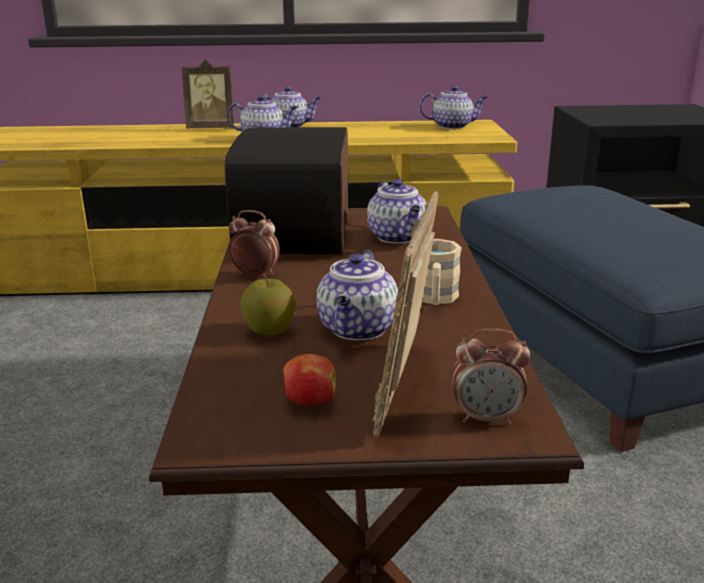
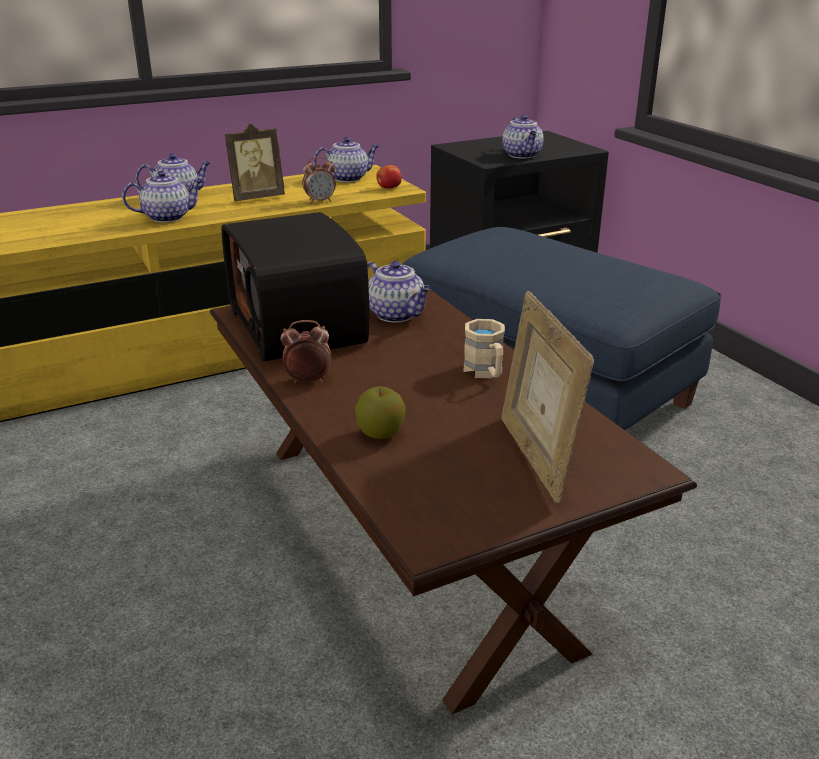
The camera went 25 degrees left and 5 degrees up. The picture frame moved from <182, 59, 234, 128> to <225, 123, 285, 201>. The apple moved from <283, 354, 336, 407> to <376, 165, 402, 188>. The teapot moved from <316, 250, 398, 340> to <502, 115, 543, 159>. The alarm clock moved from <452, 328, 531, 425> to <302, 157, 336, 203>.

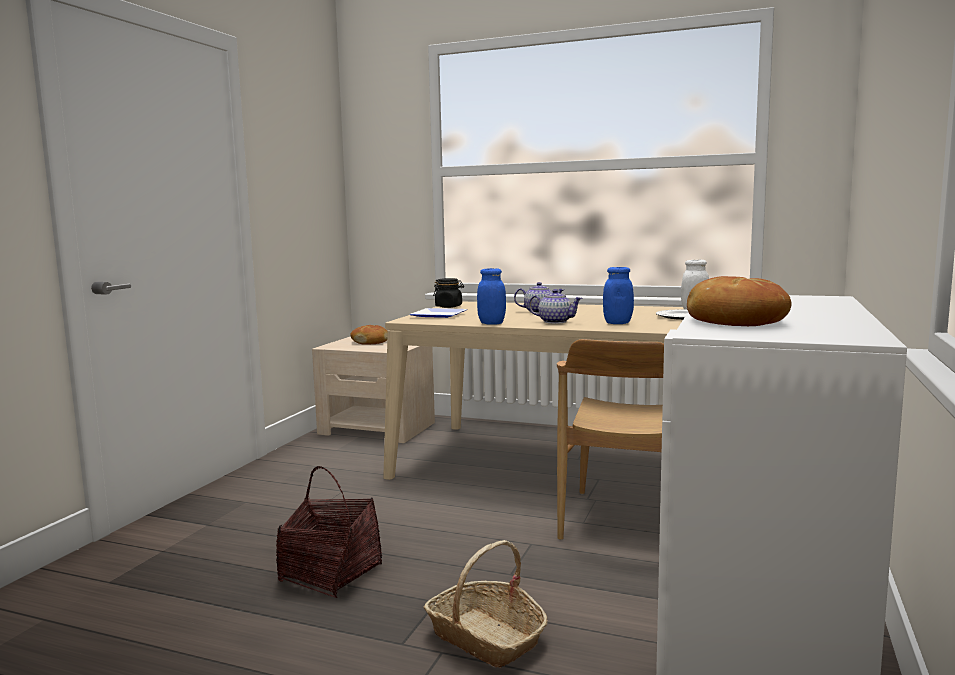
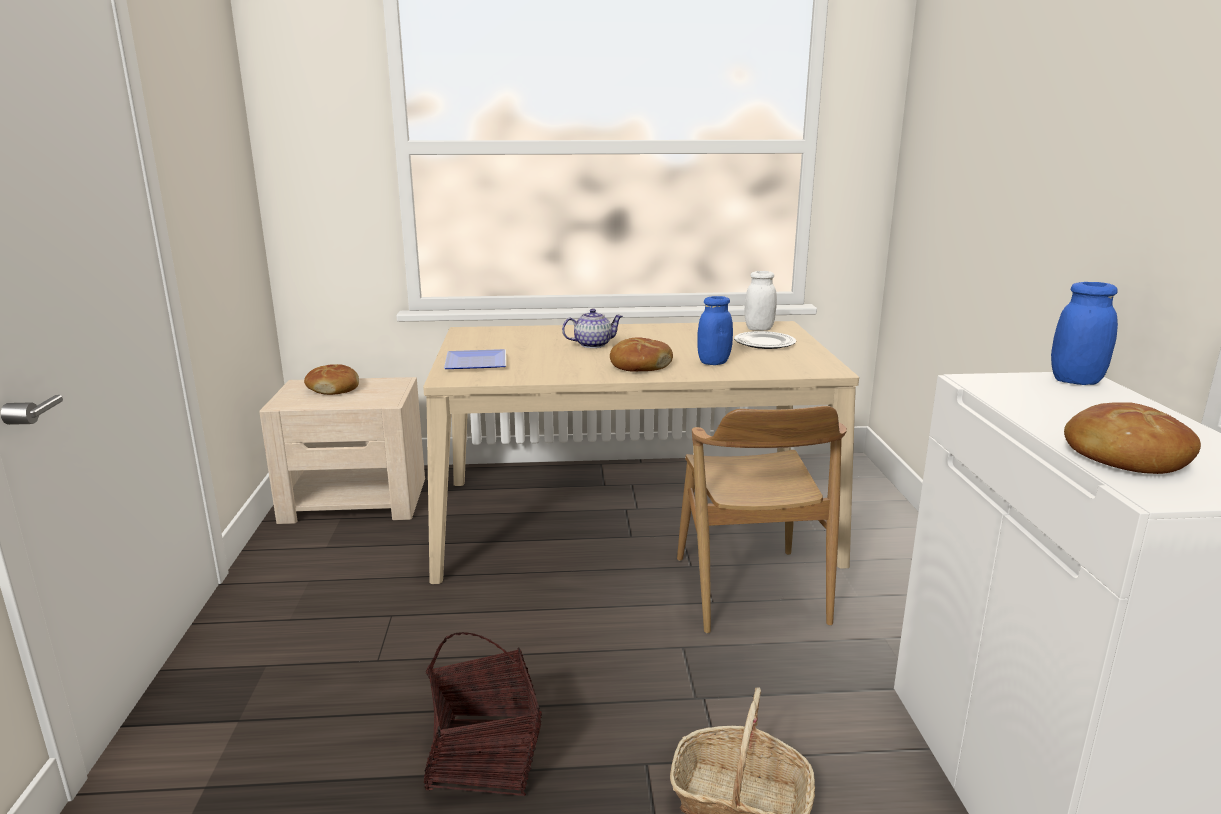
The camera went 25 degrees left and 10 degrees up. The jar (black) at <433, 278, 464, 308> disappeared. The jar (blue) moved from <477, 268, 506, 325> to <1051, 282, 1118, 385>. The teapot at <529, 289, 583, 324> was replaced by the bread at <610, 337, 673, 372>.

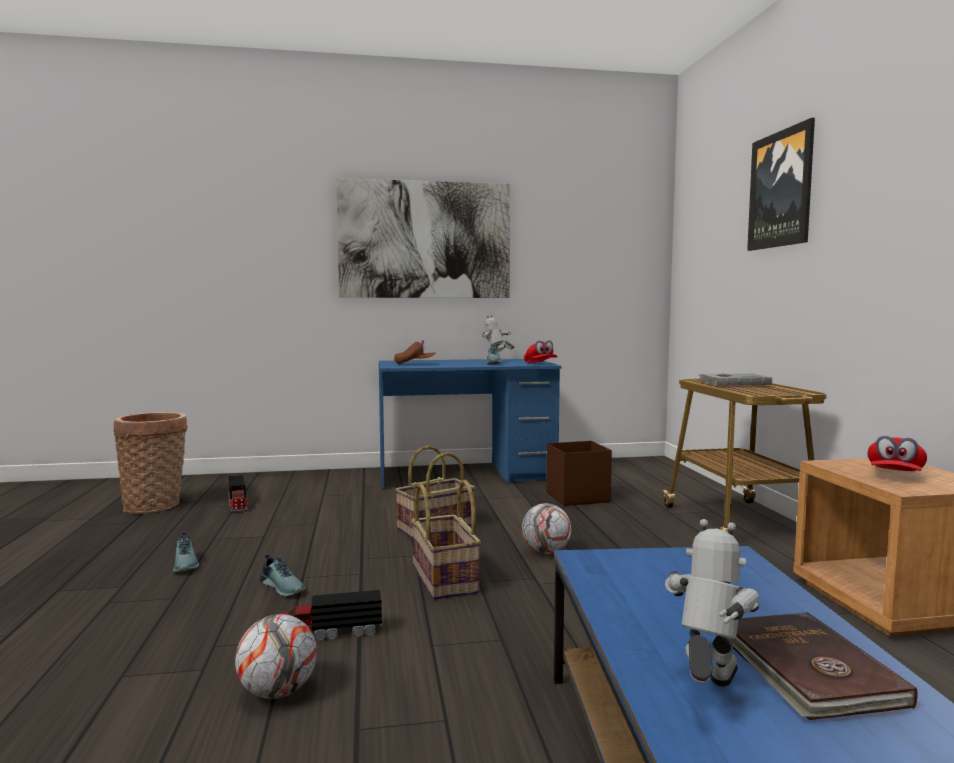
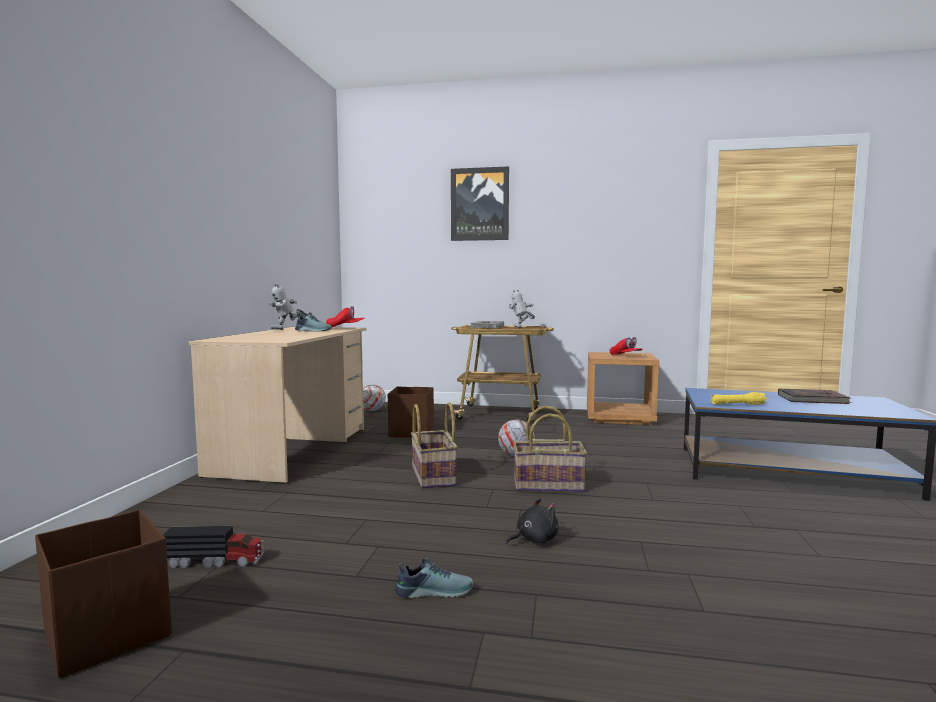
The camera went 70 degrees left and 0 degrees up. The toy truck at <279, 590, 382, 641> disappeared. The picture at <336, 178, 510, 298> disappeared. The cap (brown) at <394, 340, 436, 364> disappeared. The flashlight (yellow) at <711, 392, 766, 405> appeared. The football moved from <235, 614, 317, 699> to <363, 384, 386, 411>. The toy robot moved from <665, 519, 759, 687> to <509, 290, 535, 328>. The basket at <114, 412, 188, 514> was replaced by the storage box (brown) at <35, 510, 172, 679>. The shoe at <260, 554, 305, 596> was replaced by the plush toy (black) at <506, 499, 559, 544>. The desk (blue) at <379, 359, 562, 489> became the desk (beige) at <188, 327, 367, 484>.

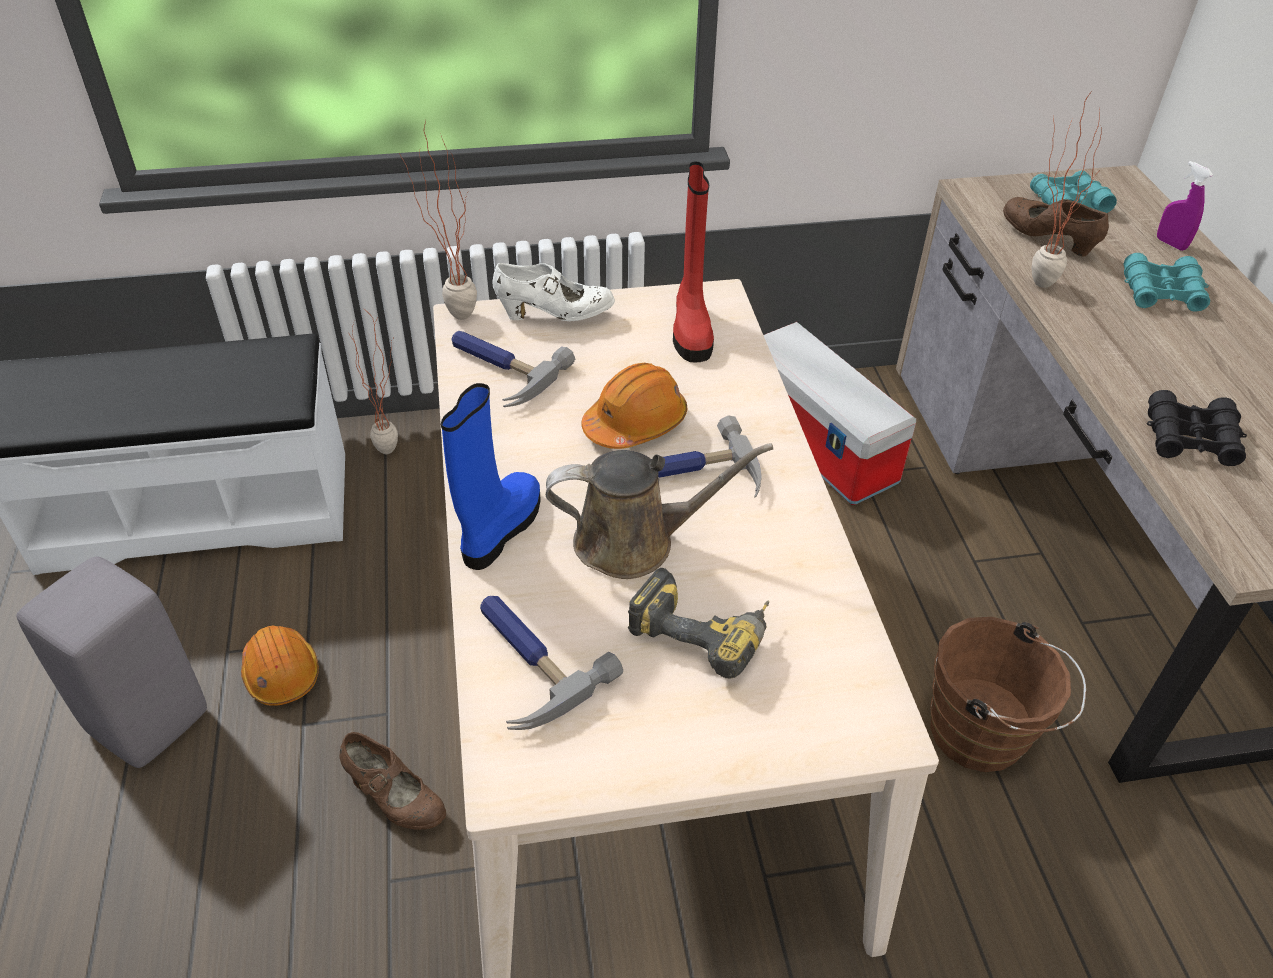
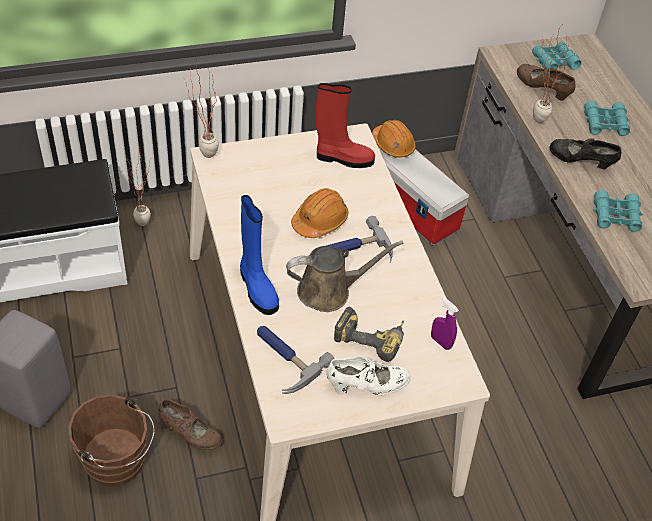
The camera went 10 degrees left and 5 degrees up. The hammer at <451, 331, 575, 407> disappeared. The shoe (black) at <549, 138, 621, 169> appeared. The hard hat (orange) moved from <241, 626, 319, 706> to <372, 120, 416, 158>. The shoe (white) moved from <493, 263, 615, 321> to <326, 356, 411, 396>. The bucket (brown) moved from <930, 617, 1086, 772> to <68, 394, 155, 487>. The spray bottle (purple) moved from <1157, 161, 1213, 251> to <431, 297, 459, 350>. The binoculars (black) at <1147, 390, 1247, 466> became the binoculars (turquoise) at <593, 190, 643, 232>. The boot (blue) at <441, 383, 541, 570> turned 135 degrees clockwise. The boot (red) at <673, 162, 714, 363> turned 75 degrees counterclockwise.

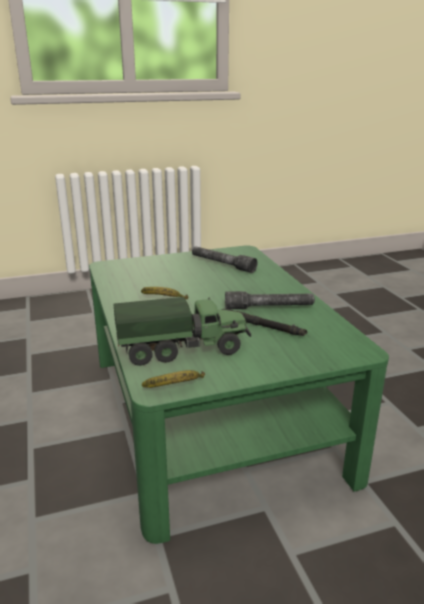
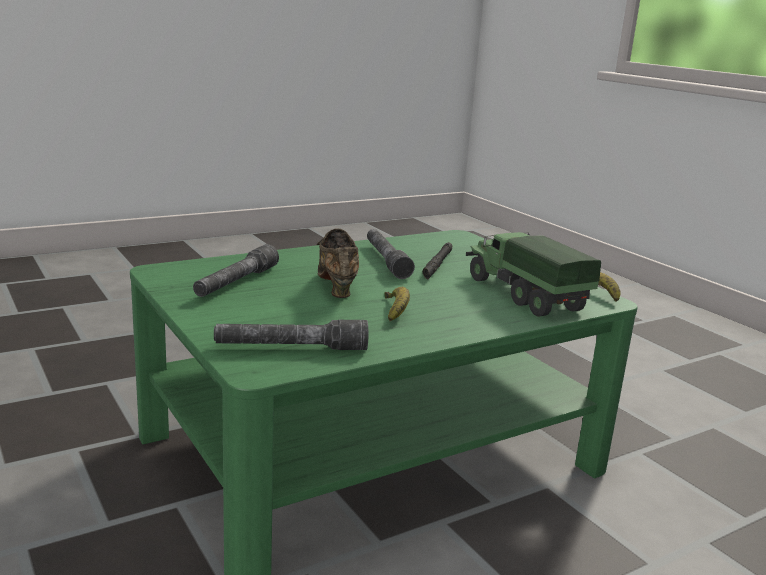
The camera went 105 degrees left and 5 degrees down. The flashlight (grey) at <214, 320, 368, 350> appeared. The shoe (brown) at <317, 228, 359, 298> appeared.

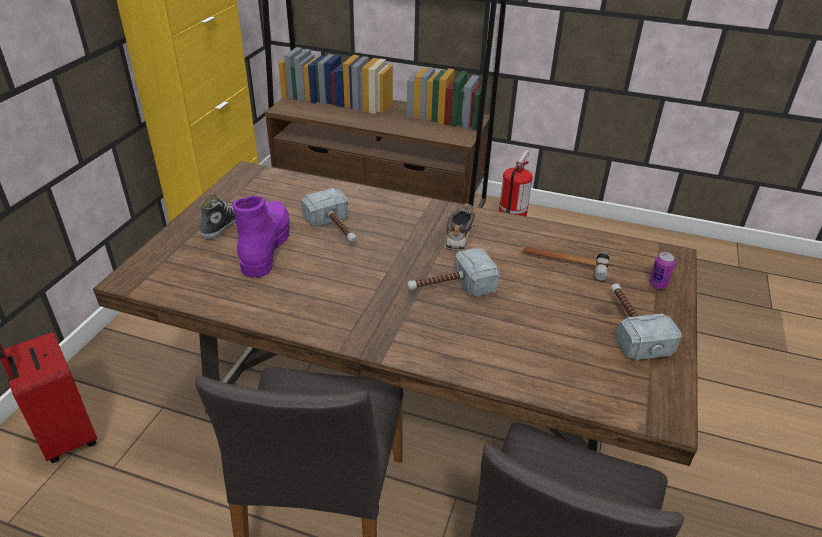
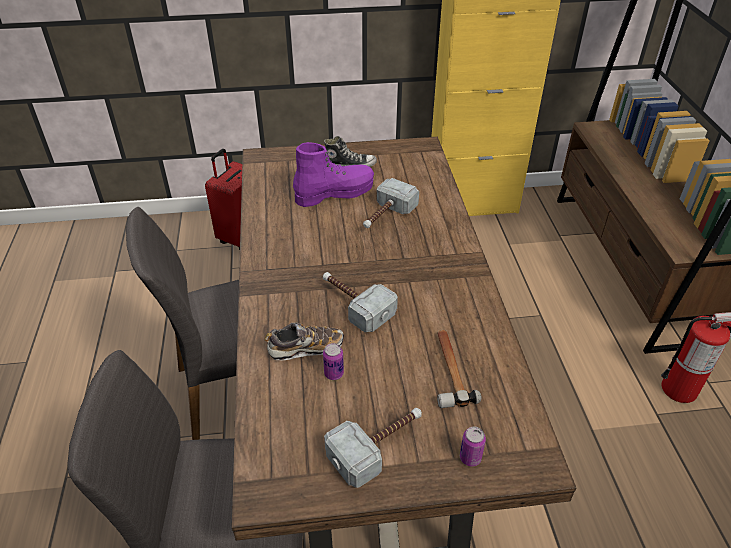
The camera went 65 degrees right and 5 degrees up. The can at <323, 343, 344, 380> appeared. The shoe moved from <445, 204, 475, 250> to <265, 322, 344, 360>.

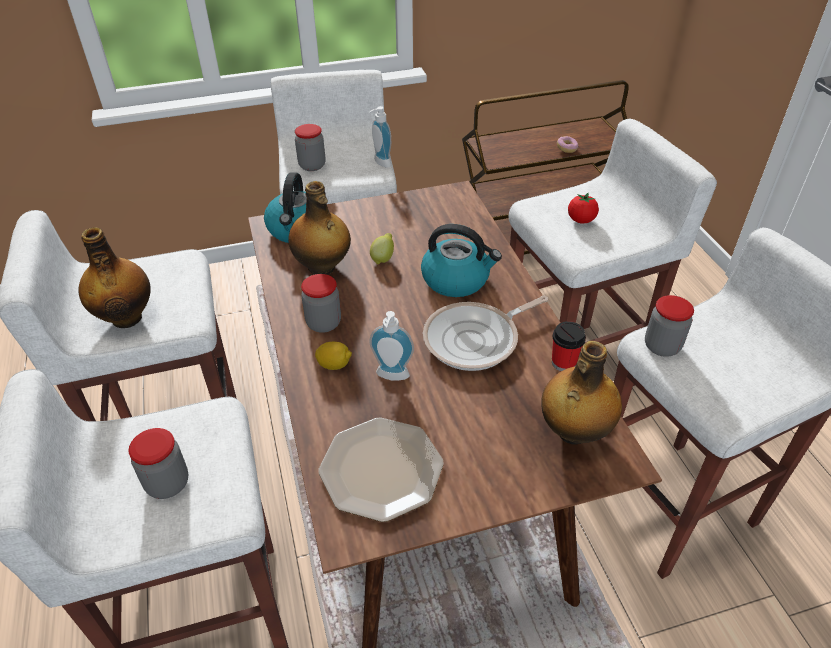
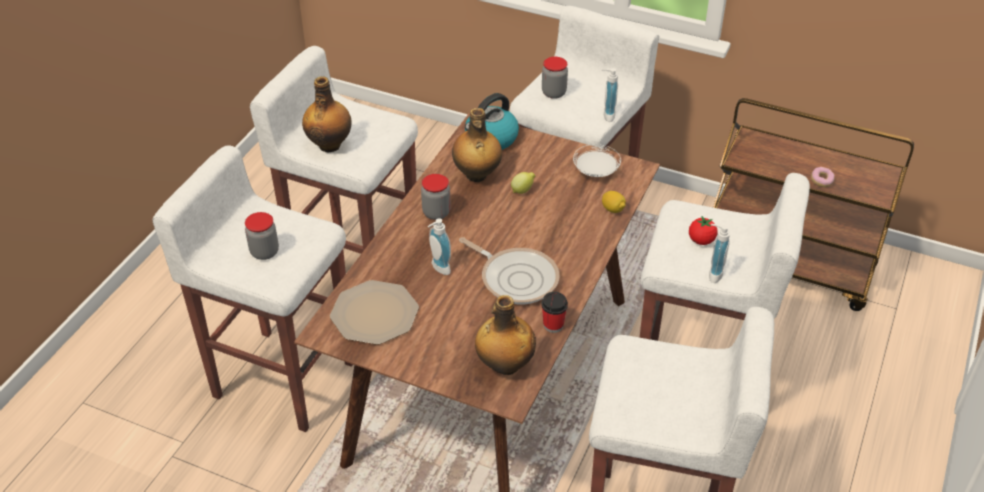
The camera went 40 degrees right and 0 degrees up. The kettle at <421, 224, 502, 297> disappeared. The jar at <645, 295, 694, 357> disappeared. The plate (white) at <573, 144, 621, 177> appeared. The soap dispenser at <709, 224, 730, 283> appeared. The lemon moved from <315, 342, 352, 370> to <602, 191, 626, 213>. The frying pan at <423, 296, 548, 371> turned 150 degrees counterclockwise.

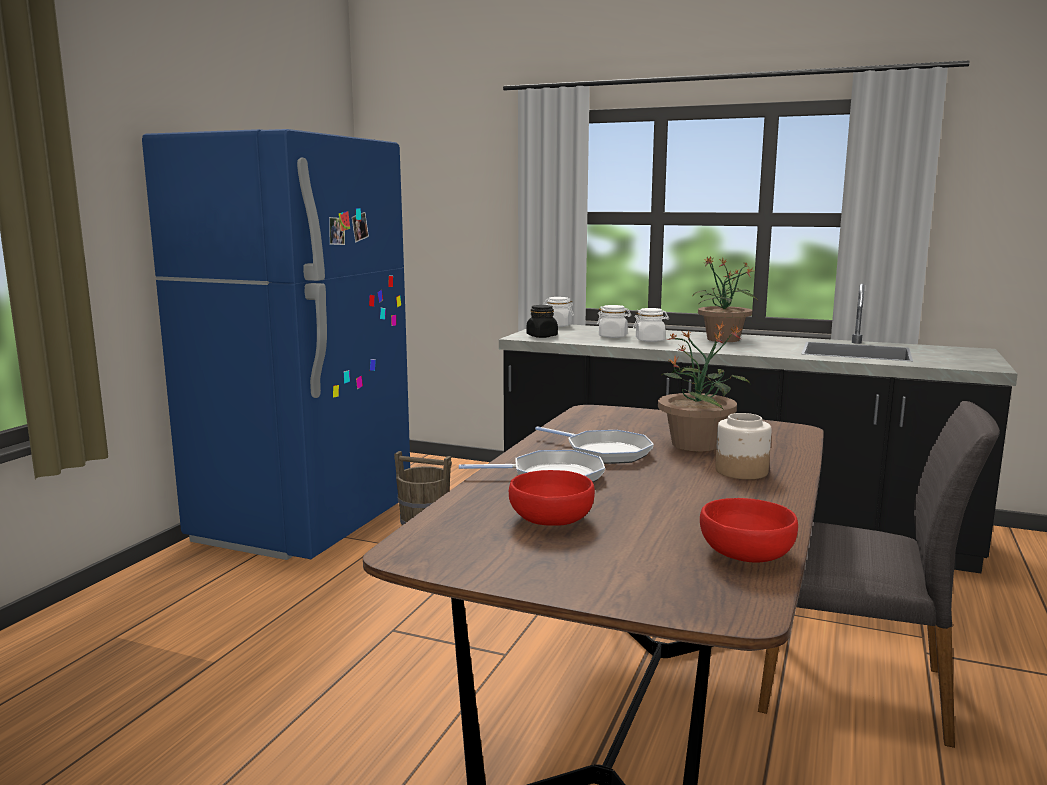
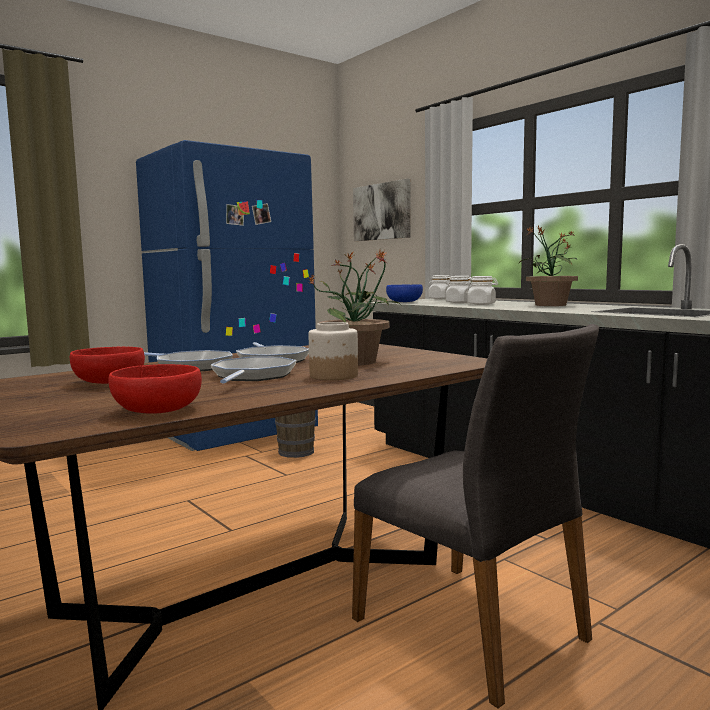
The camera went 30 degrees right and 5 degrees down. The frying pan at <211, 357, 296, 384> appeared. The picture at <353, 179, 411, 241> appeared. The jar (black) at <527, 305, 558, 338> was replaced by the bowl (blue) at <386, 285, 423, 302>.

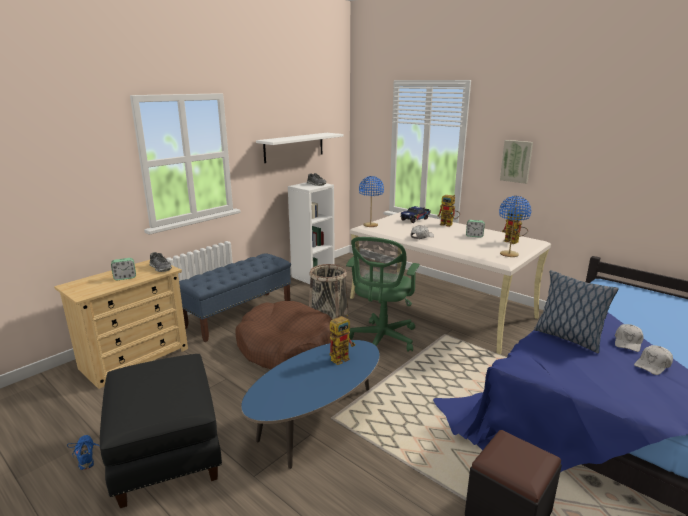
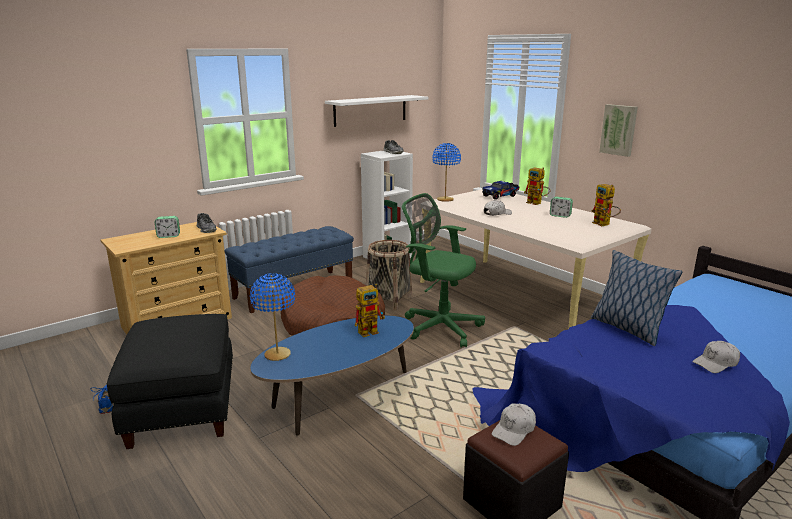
The camera went 10 degrees right and 0 degrees up. The table lamp (blue) moved from <499, 196, 531, 257> to <250, 273, 295, 361>. The cap (white) moved from <615, 324, 644, 352> to <492, 403, 536, 446>. The office chair (green) at <346, 237, 420, 352> turned 90 degrees clockwise.

